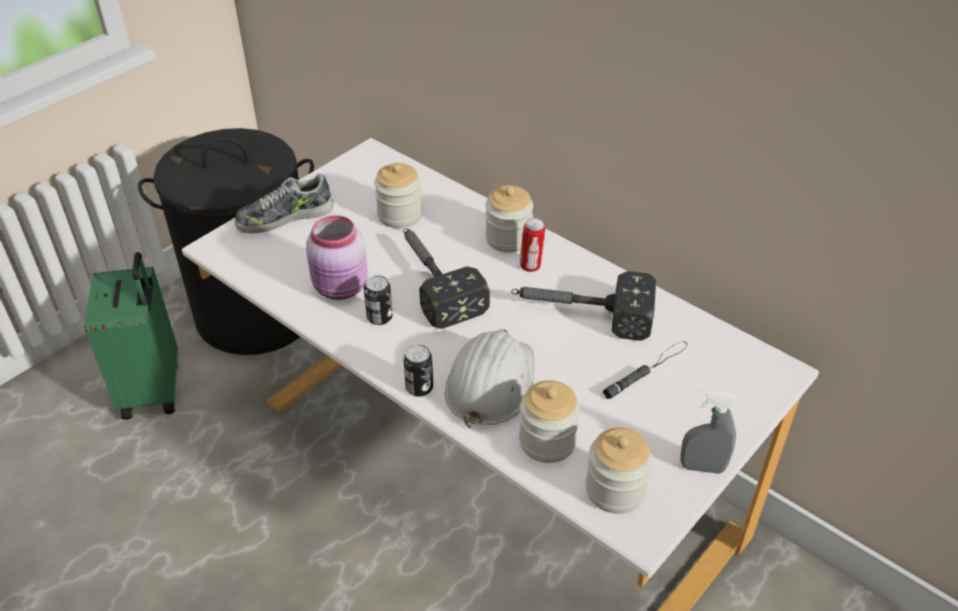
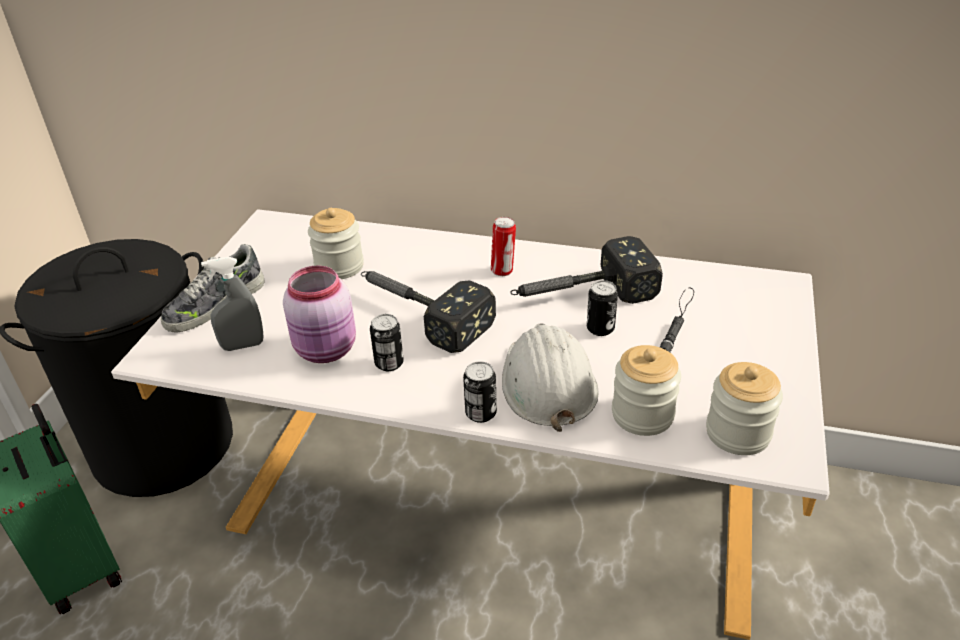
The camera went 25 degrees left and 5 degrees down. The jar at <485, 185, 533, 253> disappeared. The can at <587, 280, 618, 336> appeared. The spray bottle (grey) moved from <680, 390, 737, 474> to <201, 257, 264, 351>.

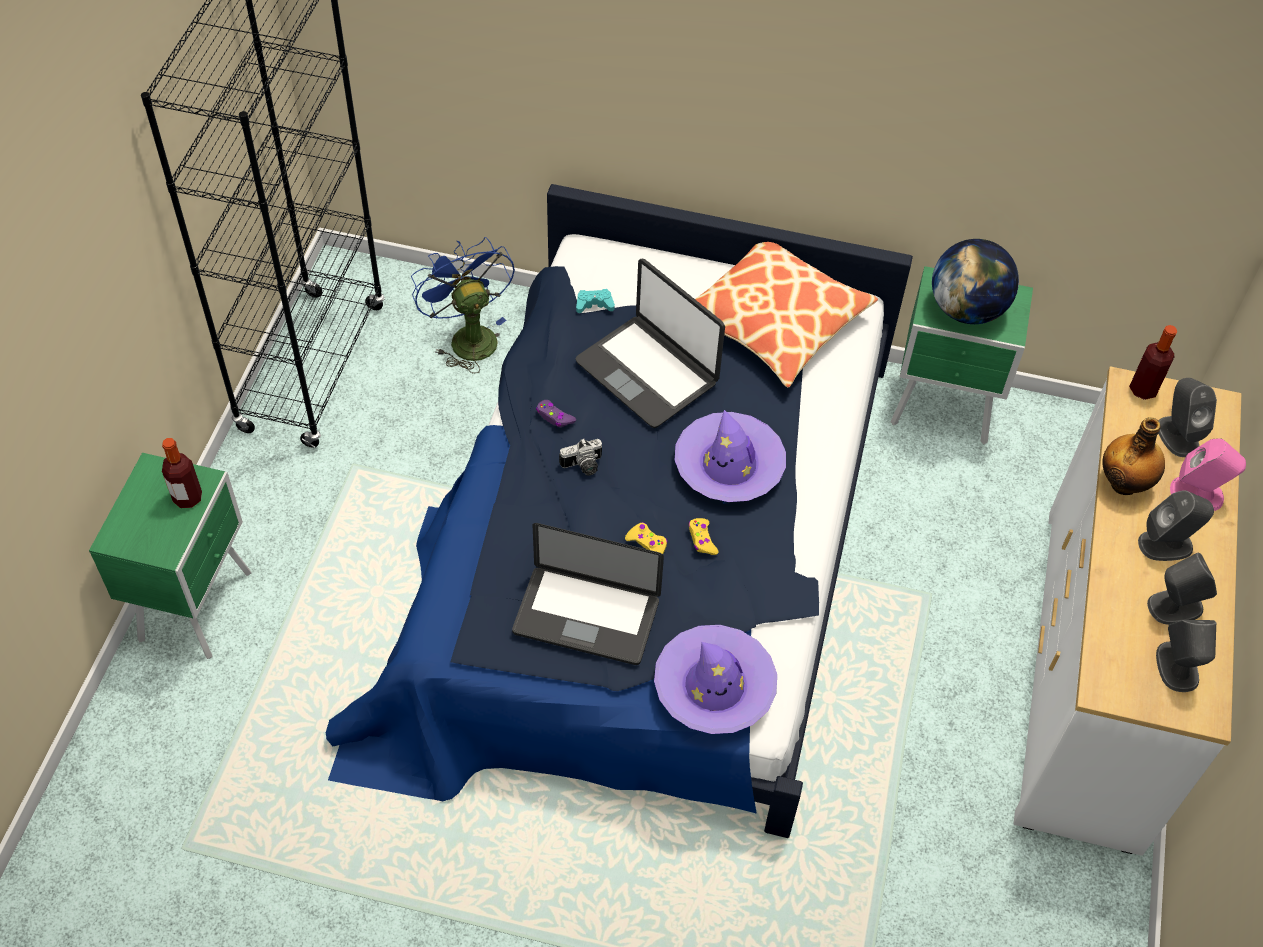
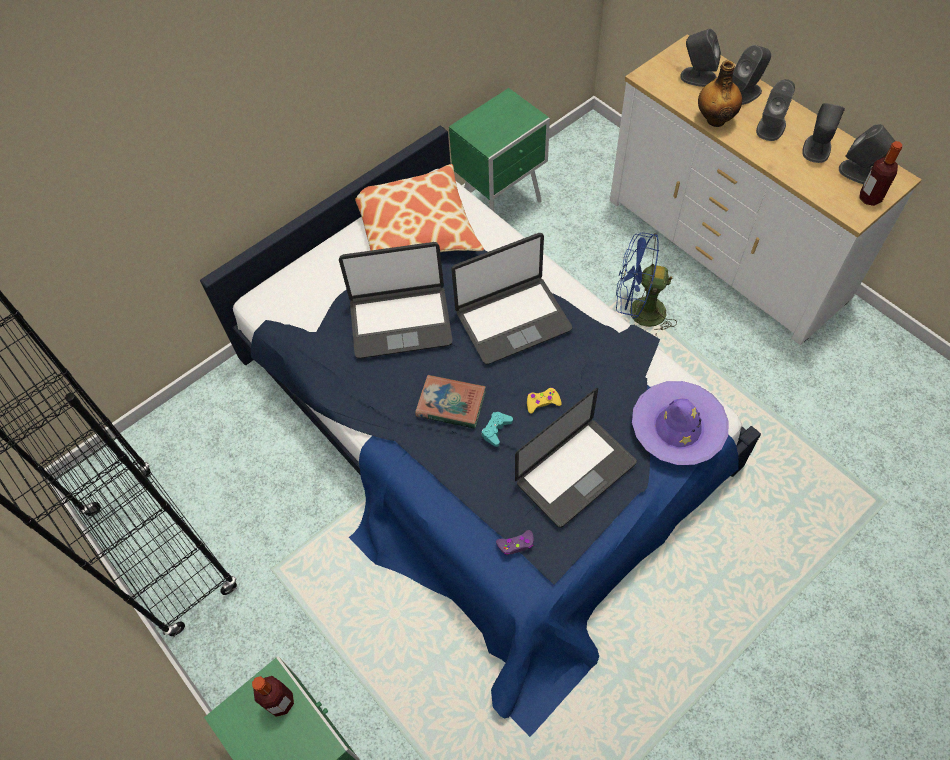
The camera went 50 degrees left and 5 degrees up. The game controller (yellow) at <688, 518, 719, 555> disappeared. The globe at <932, 239, 1019, 324> disappeared. The fan (blue) moved from <411, 237, 515, 373> to <616, 233, 677, 336>. The game controller (purple) moved from <536, 400, 576, 427> to <496, 530, 534, 555>. The game controller (turquoise) moved from <576, 289, 615, 313> to <481, 412, 513, 447>. The bottle moved from <1129, 325, 1177, 400> to <859, 141, 902, 206>. The photo camera at <559, 439, 602, 476> was replaced by the book at <415, 375, 486, 429>. The hat (purple) at <675, 410, 786, 502> was replaced by the laptop at <451, 233, 572, 365>. The speaker (pink) at <1170, 438, 1246, 511> became the speaker (grey) at <732, 45, 771, 105>.

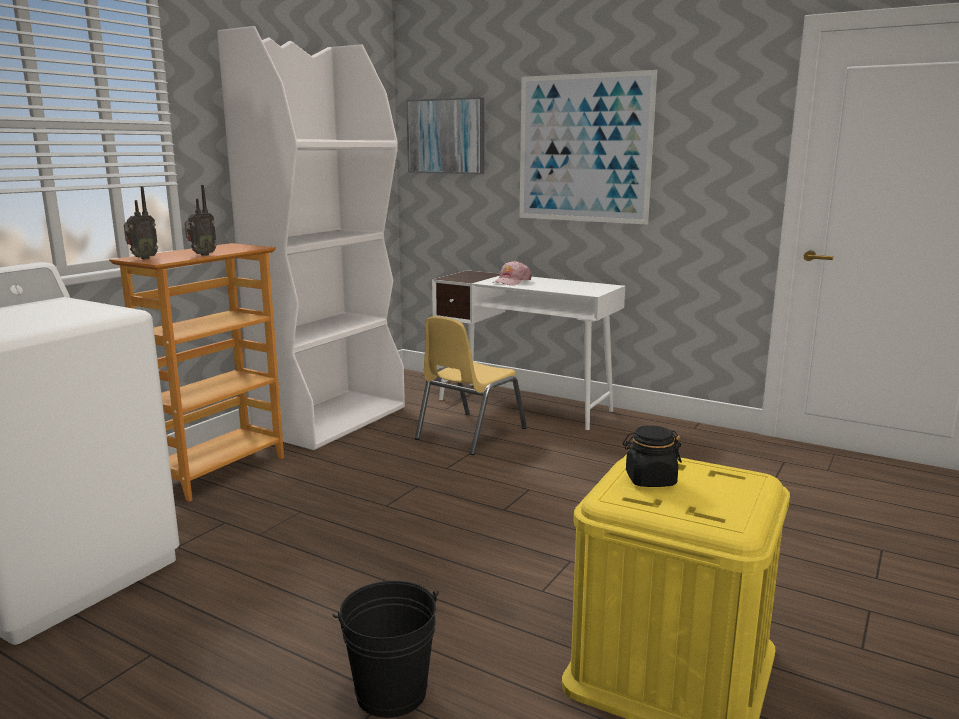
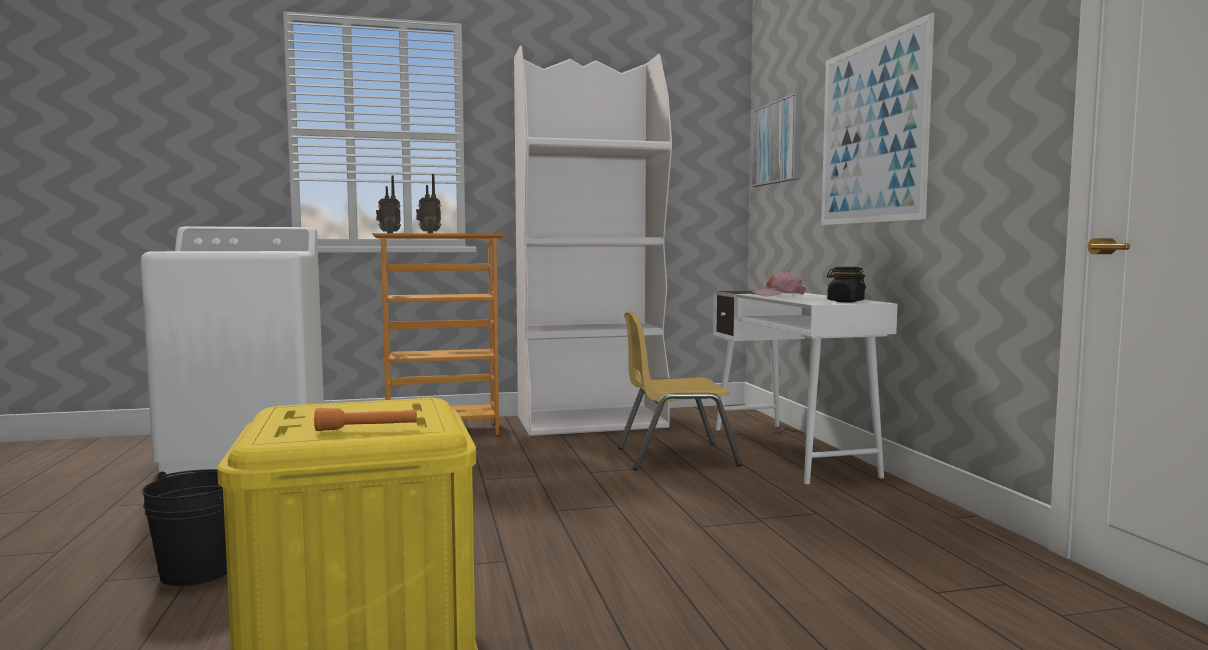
The camera went 45 degrees right and 10 degrees down. The flashlight (orange) at <314, 408, 417, 431> appeared. The jar (black) moved from <623, 425, 682, 487> to <827, 267, 866, 302>.

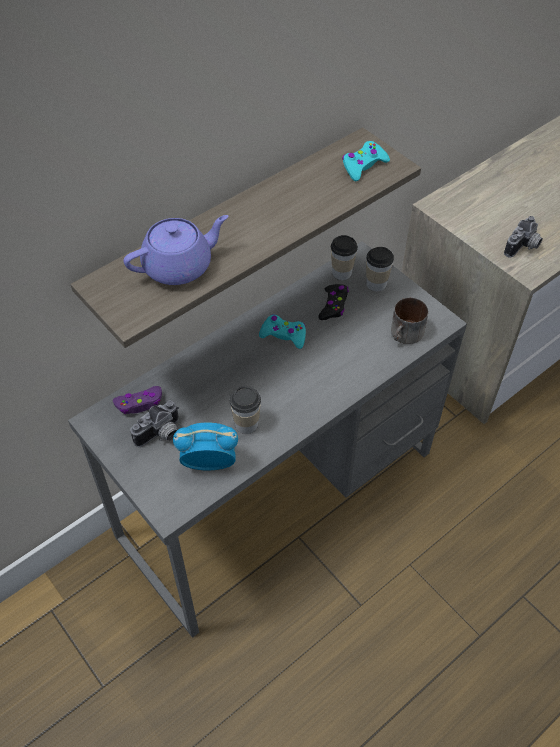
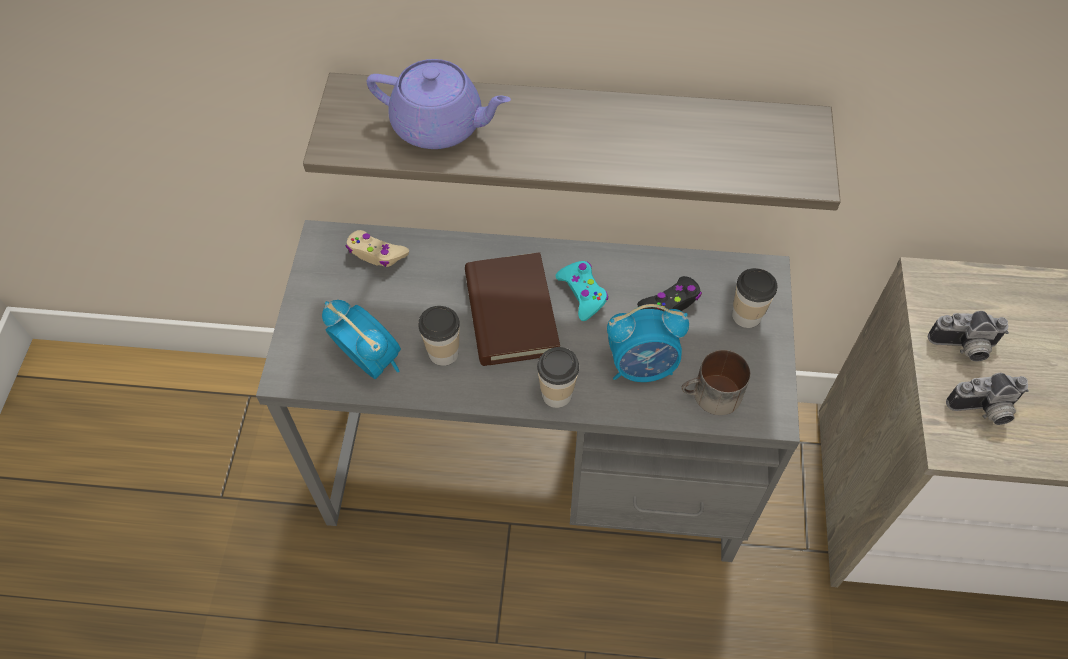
The camera went 45 degrees right and 5 degrees up. The game controller (turquoise) at <342, 141, 390, 181> disappeared. The book (brown) at <465, 252, 560, 366> appeared. The alarm clock at <607, 304, 689, 382> appeared. The photo camera moved from <130, 400, 179, 447> to <928, 311, 1009, 361>. The cup moved from <331, 235, 358, 280> to <537, 347, 579, 408>. The game controller (purple) at <113, 386, 162, 414> became the game controller (beige) at <346, 230, 409, 267>.

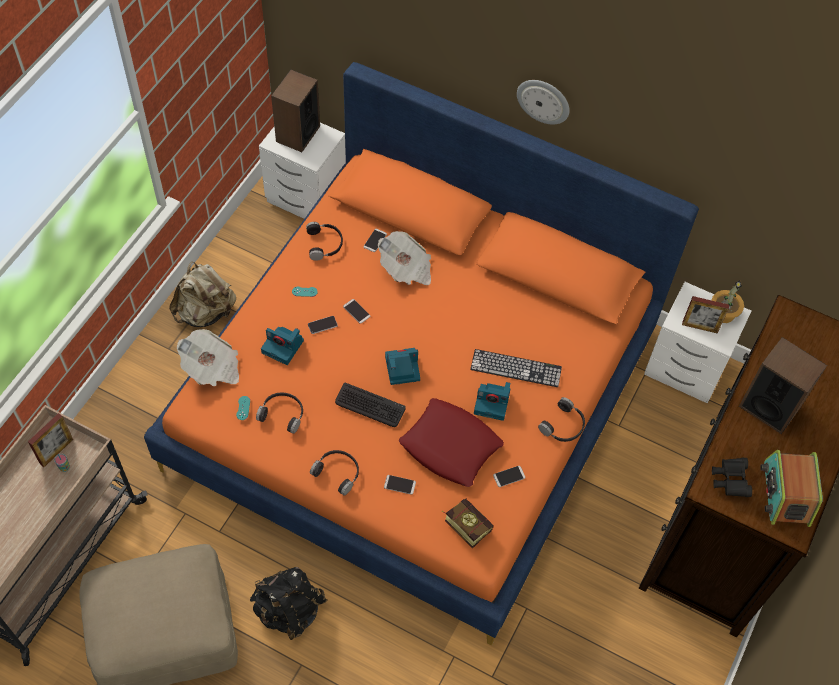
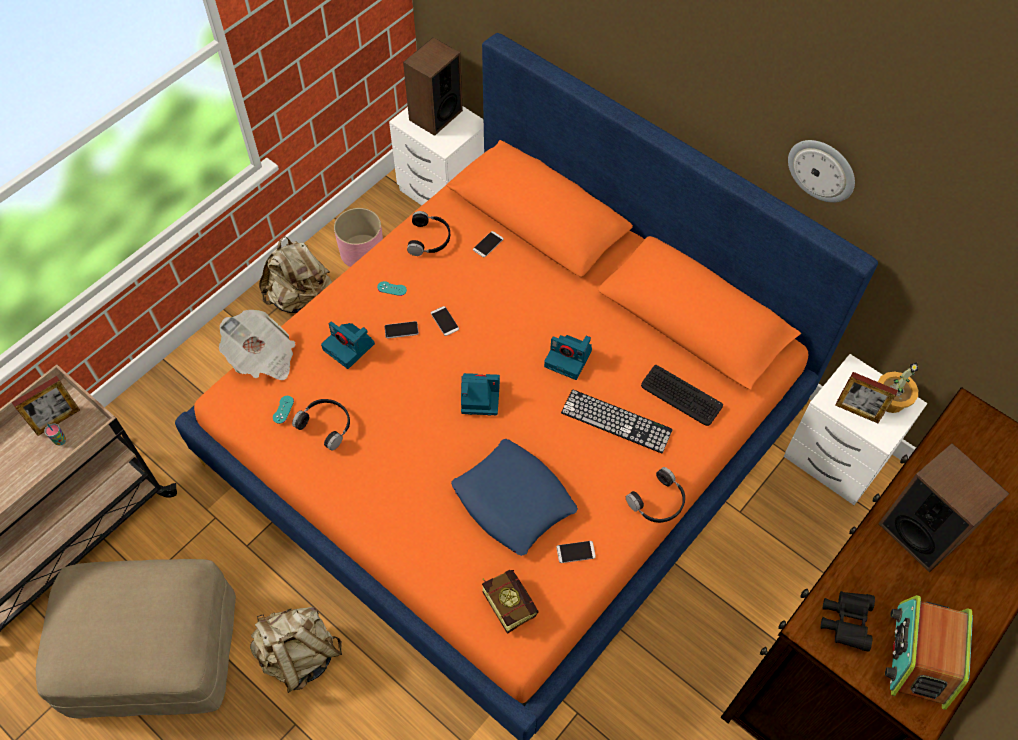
The camera went 15 degrees right and 0 degrees up. The headphones (black) at <310, 450, 359, 496> disappeared. The newspaper at <378, 231, 431, 285> disappeared. The phone at <384, 475, 416, 495> disappeared. The planter (pink) at <334, 208, 383, 267> appeared. The keyboard moved from <335, 383, 406, 427> to <641, 365, 723, 426>. The photo camera moved from <474, 382, 511, 421> to <544, 335, 592, 380>. The wall clock moved from <517, 80, 570, 125> to <788, 140, 855, 203>. The backpack (black) at <250, 567, 327, 640> became the backpack (beige) at <250, 607, 342, 693>. The pillow (red) at <399, 398, 504, 487> became the pillow (blue) at <451, 439, 578, 556>.

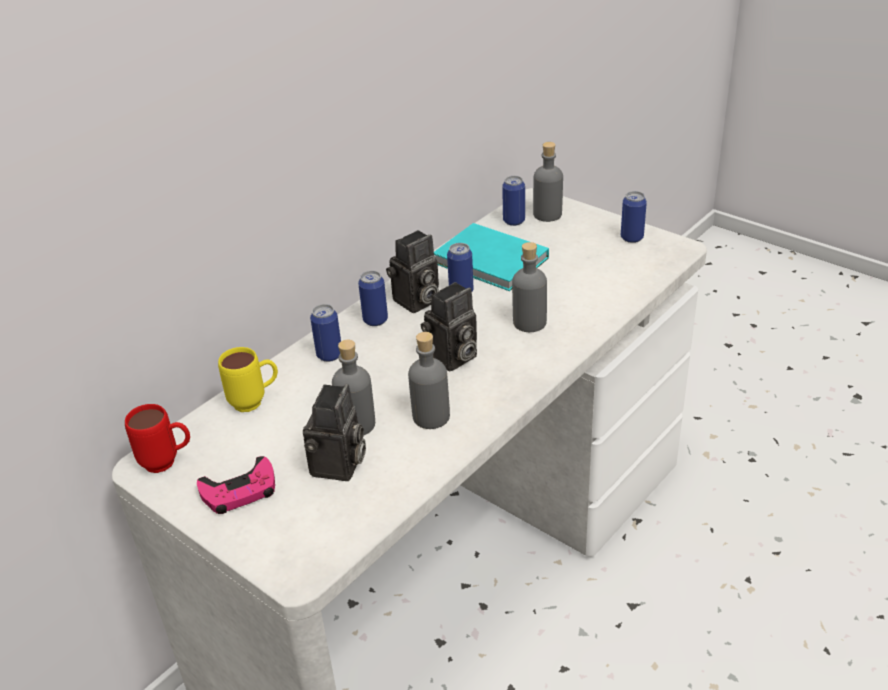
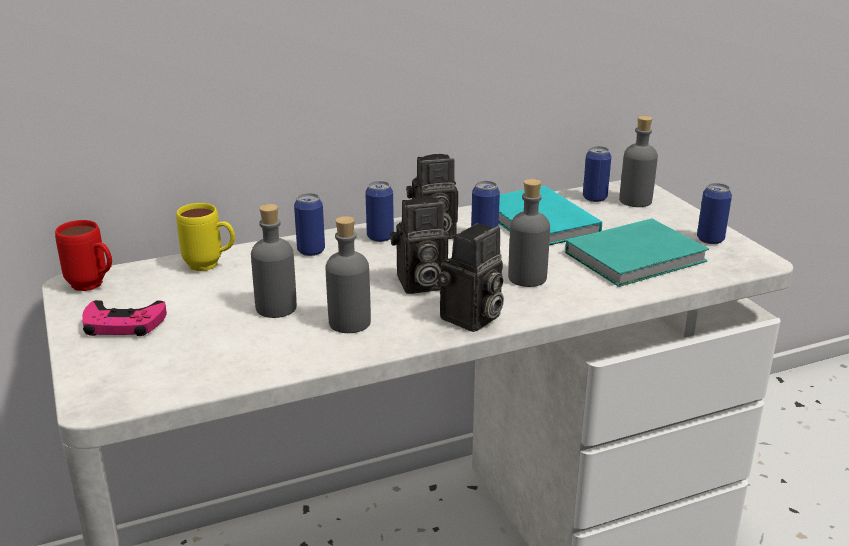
The camera went 25 degrees right and 10 degrees down. The book (turquoise) at <565, 218, 709, 287> appeared. The photo camera moved from <303, 384, 366, 481> to <438, 223, 504, 332>.

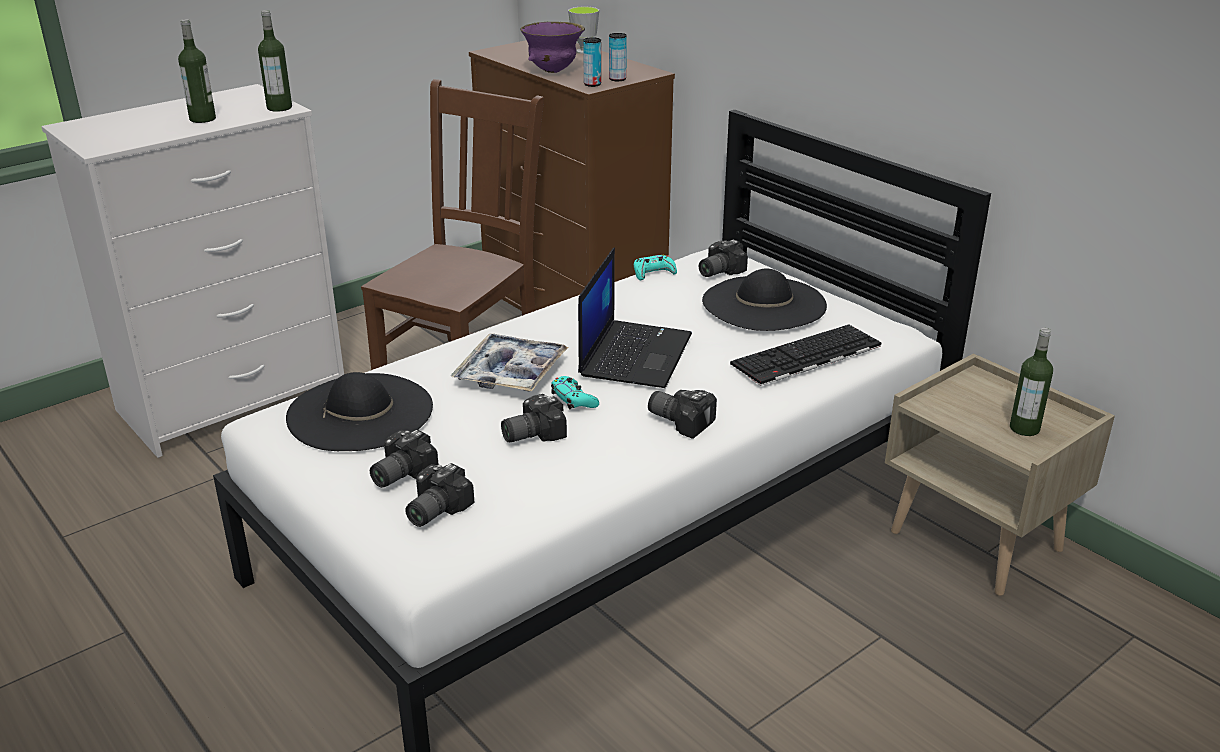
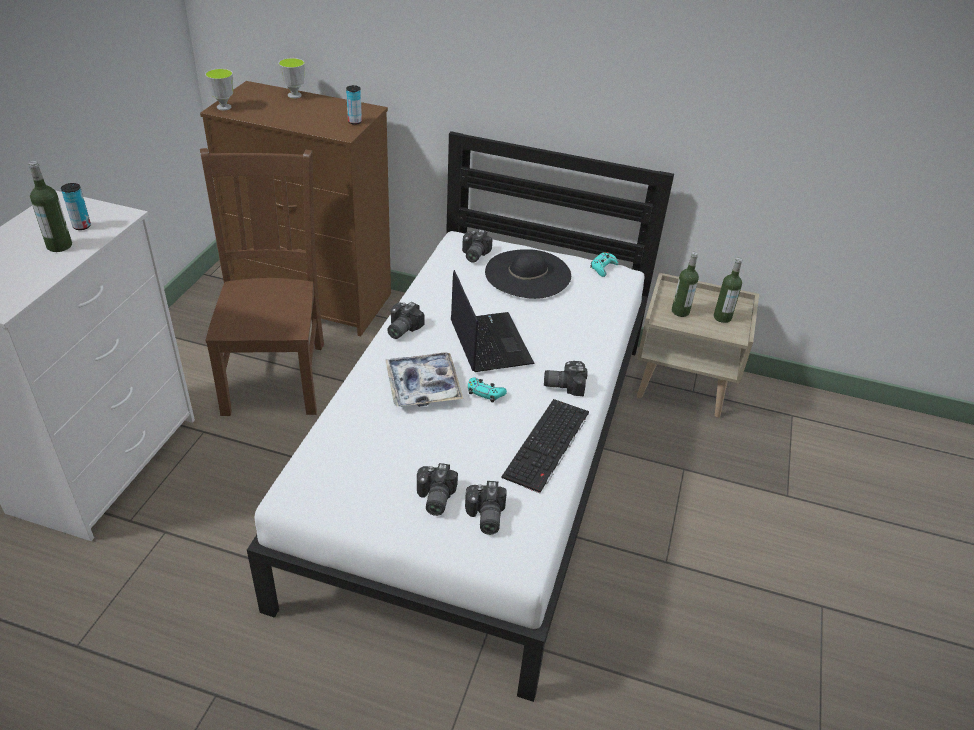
The camera went 35 degrees left and 10 degrees up. The hat (black) at <286, 372, 433, 451> disappeared. The bowl (purple) at <520, 22, 585, 73> disappeared. The cup at <205, 68, 233, 110> appeared. The bottle moved from <258, 10, 292, 112> to <672, 252, 699, 317>. The photo camera moved from <501, 394, 567, 442> to <387, 302, 425, 339>. The can moved from <583, 37, 601, 87> to <61, 183, 91, 230>. The game controller (turquoise) moved from <634, 254, 677, 280> to <590, 252, 619, 277>. The keyboard moved from <730, 324, 882, 386> to <501, 399, 589, 494>.

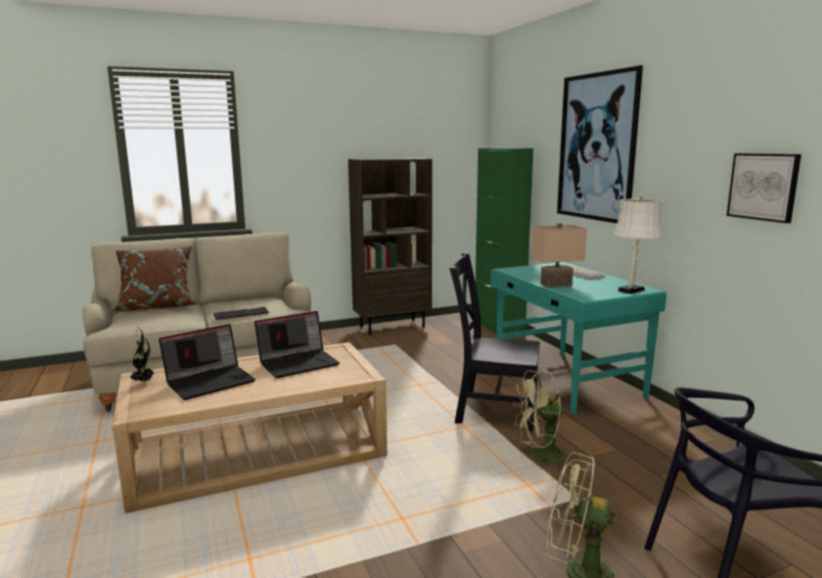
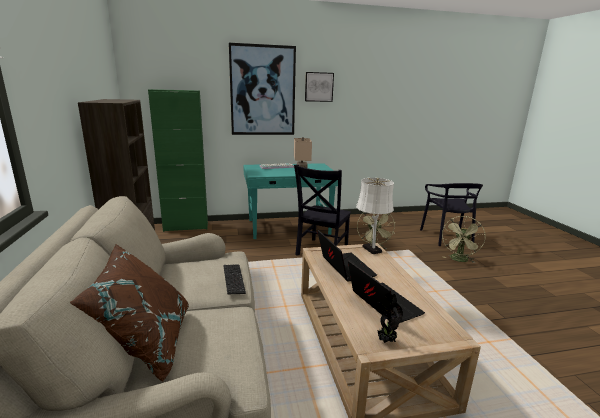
The camera went 80 degrees left and 5 degrees up. The table lamp (white) moved from <613, 195, 664, 294> to <356, 178, 394, 254>. The picture moved from <727, 153, 801, 223> to <305, 72, 334, 102>.

